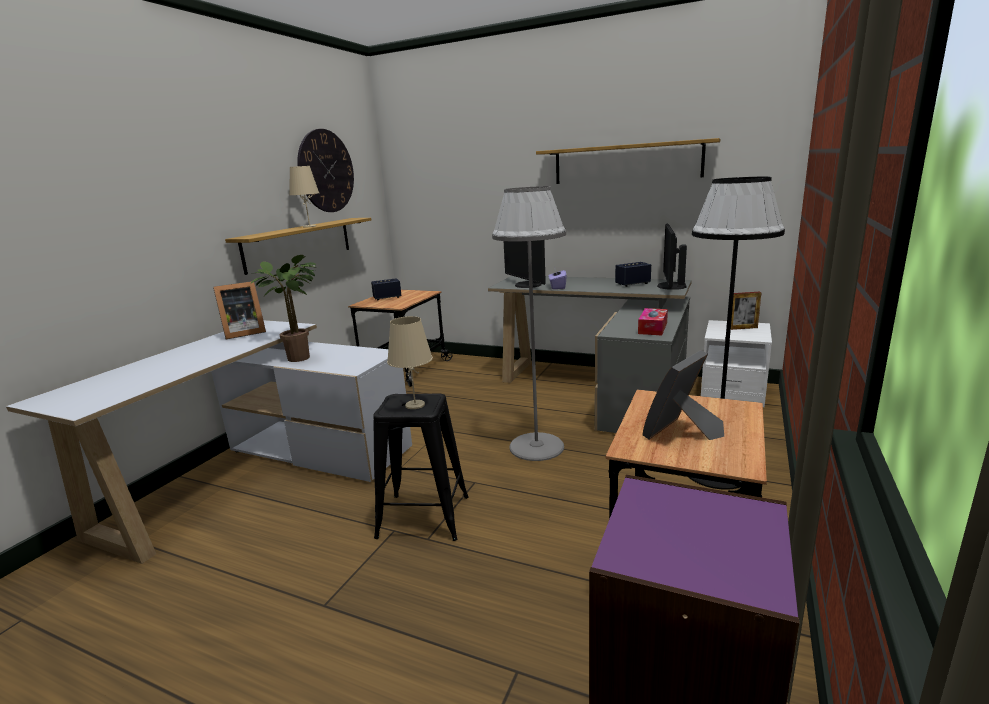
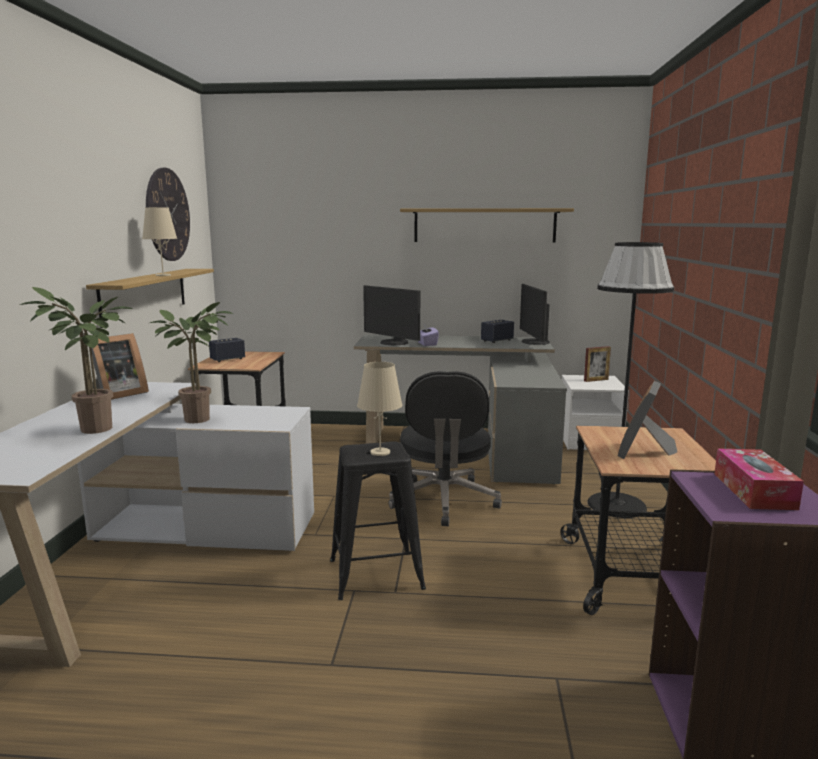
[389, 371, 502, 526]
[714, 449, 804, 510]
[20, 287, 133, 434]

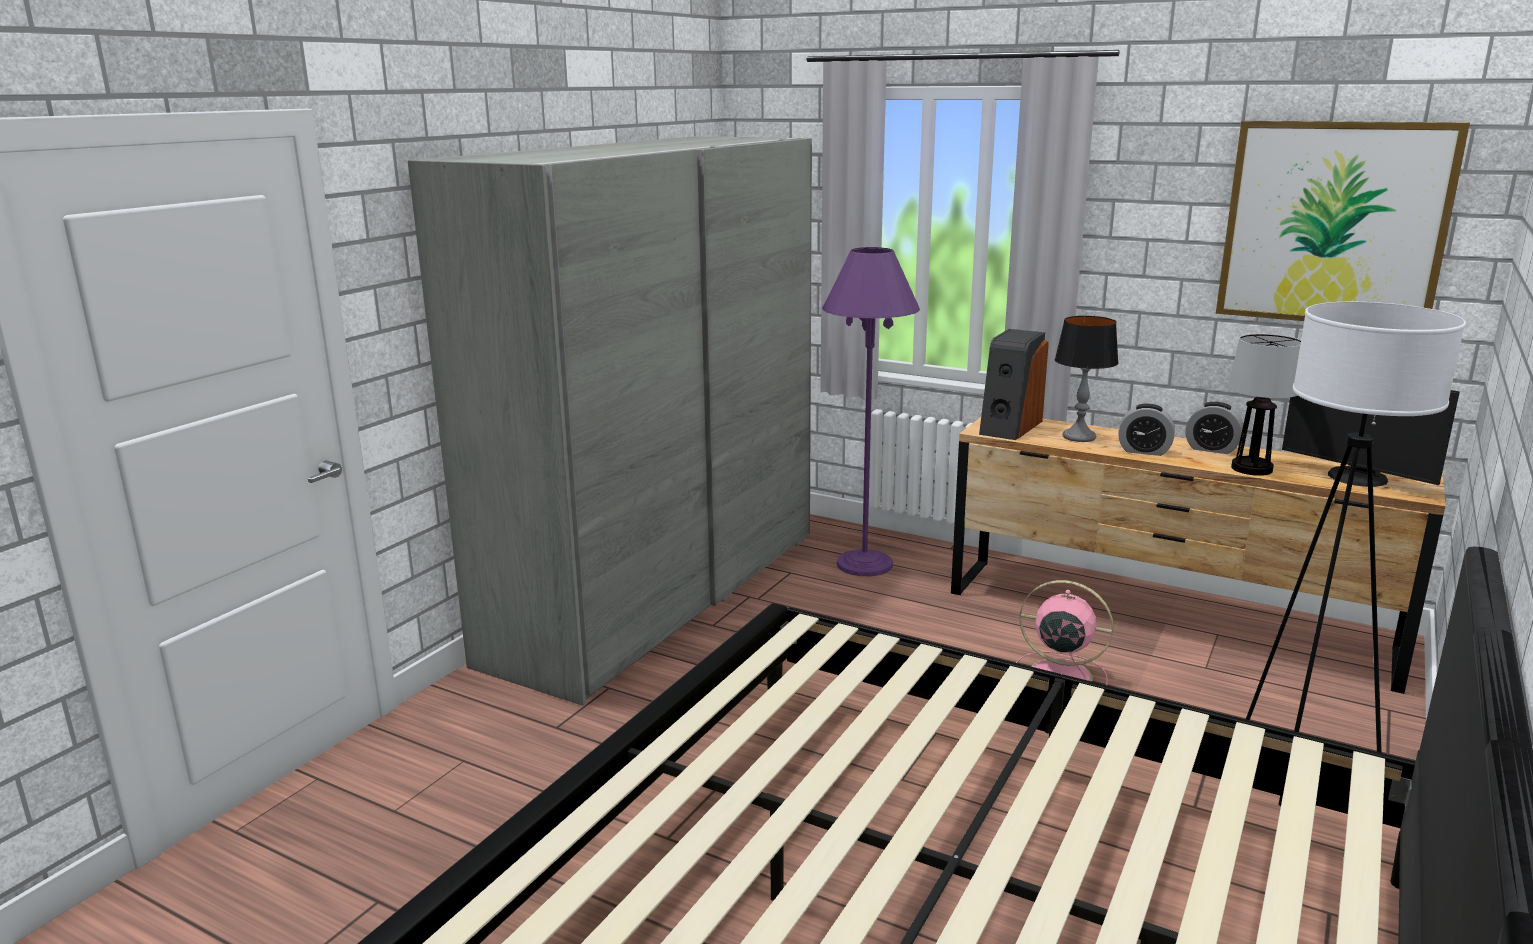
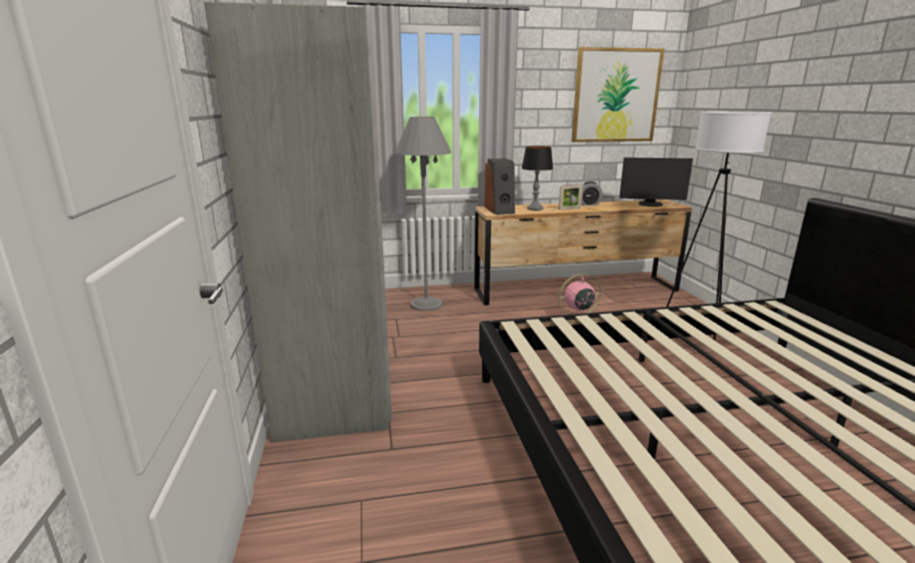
[394, 117, 451, 311]
[559, 184, 583, 210]
[1228, 334, 1301, 476] (first image)

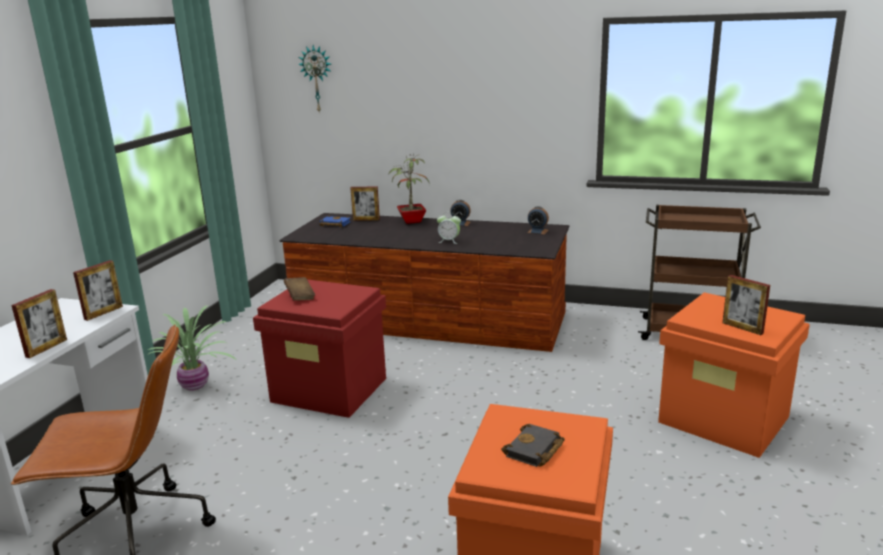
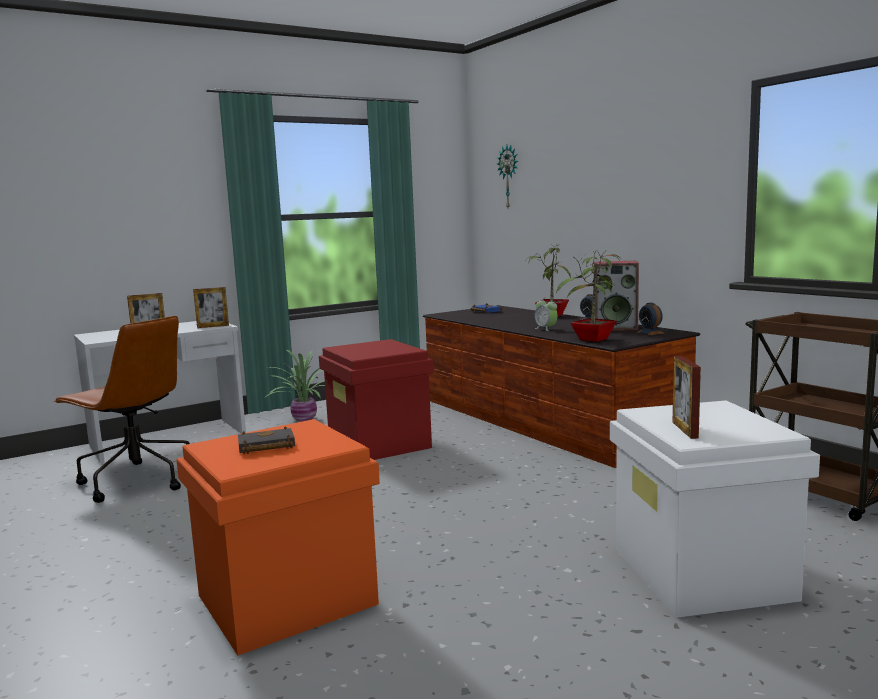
[284, 277, 315, 301] (first image)
[350, 187, 380, 221] (first image)
[610, 400, 820, 618]
[556, 250, 622, 342]
[594, 261, 639, 331]

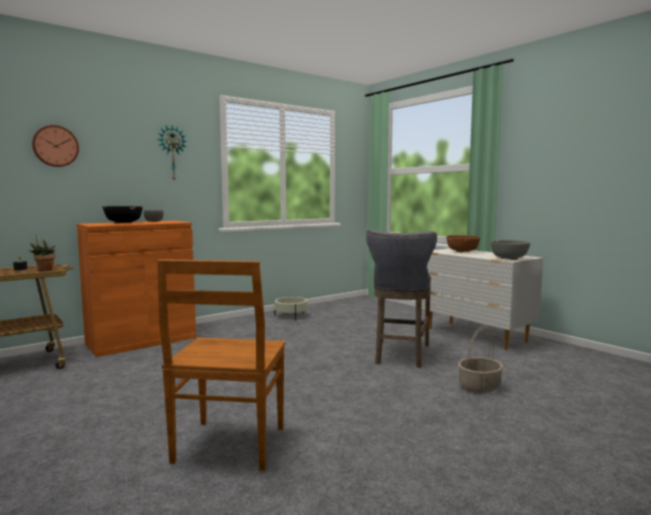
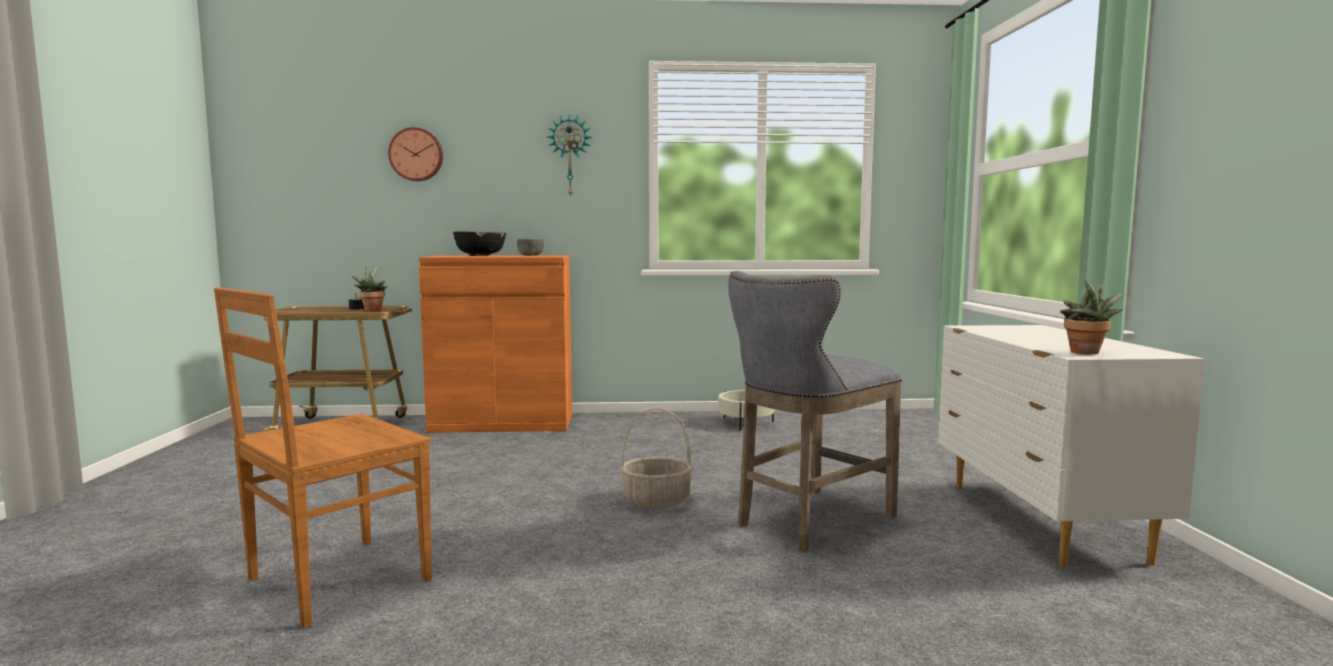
[446, 235, 481, 253] (first image)
[620, 409, 693, 509]
[1060, 278, 1123, 354]

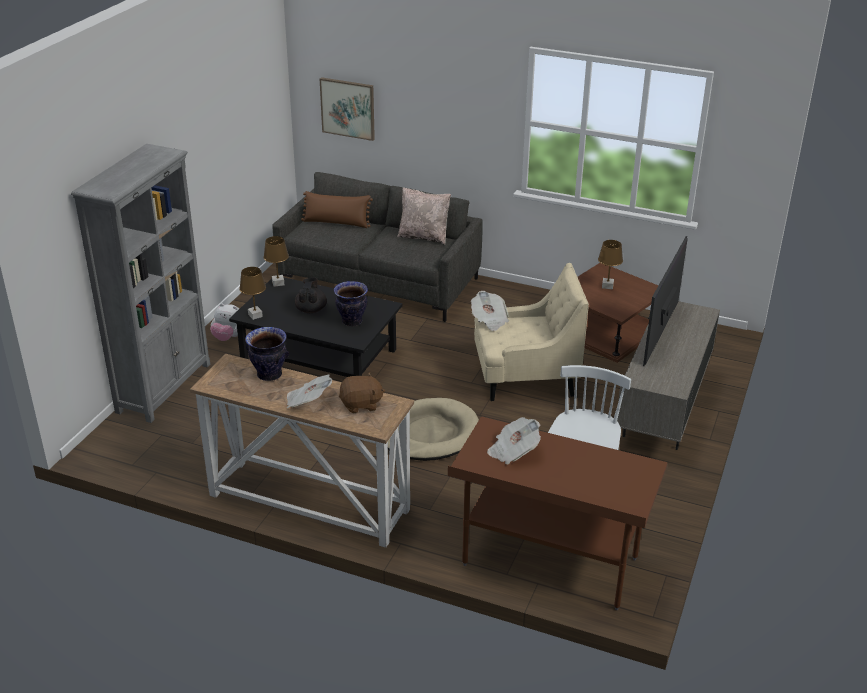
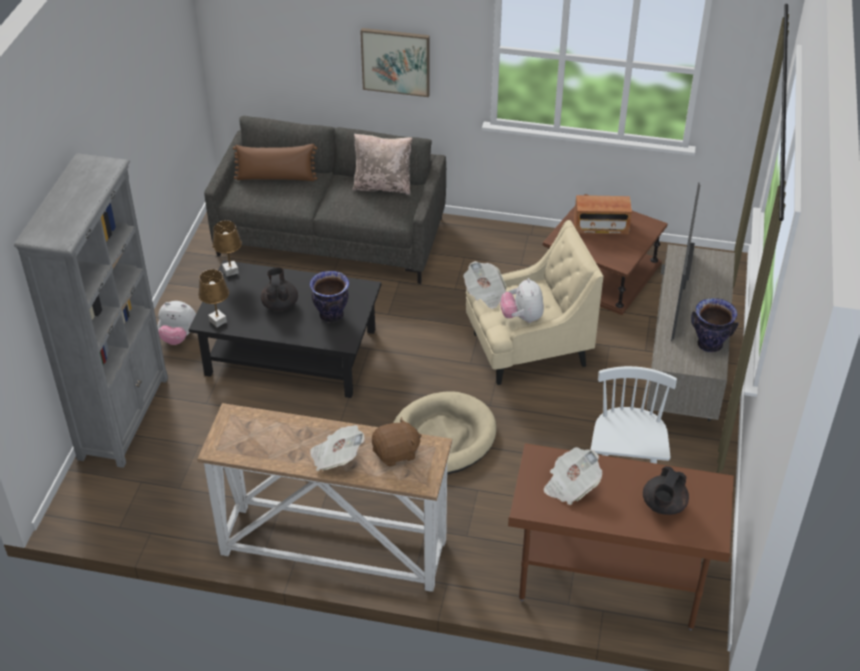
[691, 298, 739, 352]
[360, 28, 430, 97]
[574, 195, 632, 234]
[500, 278, 544, 323]
[643, 466, 689, 515]

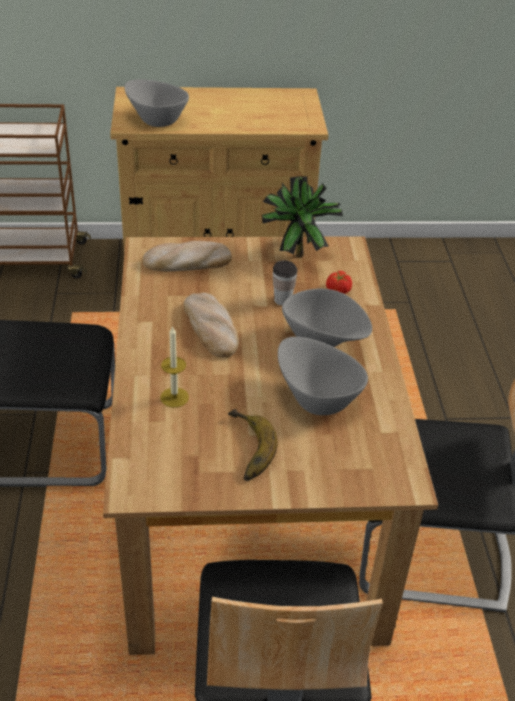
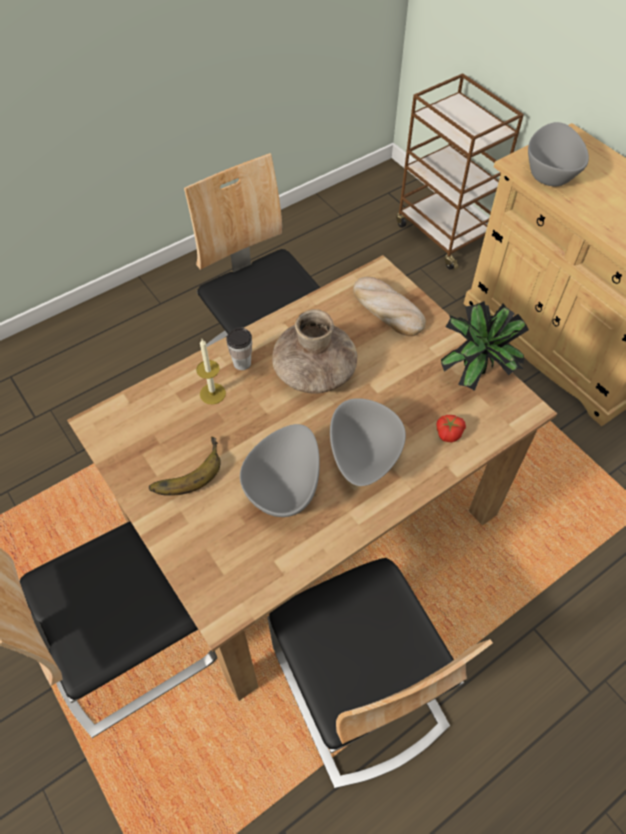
[272, 309, 357, 394]
[226, 327, 252, 370]

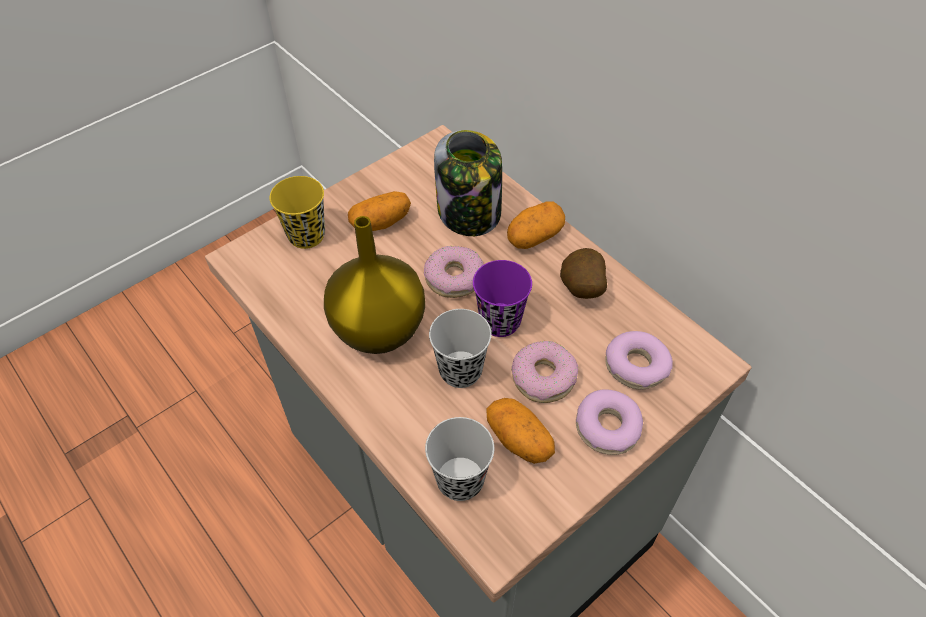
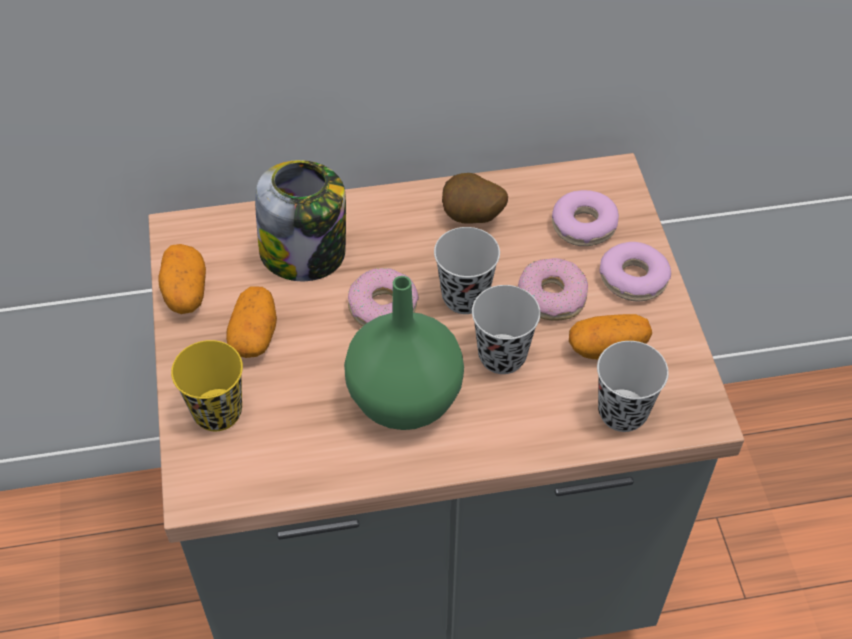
[344, 276, 464, 430]
[434, 227, 500, 314]
[158, 244, 206, 314]

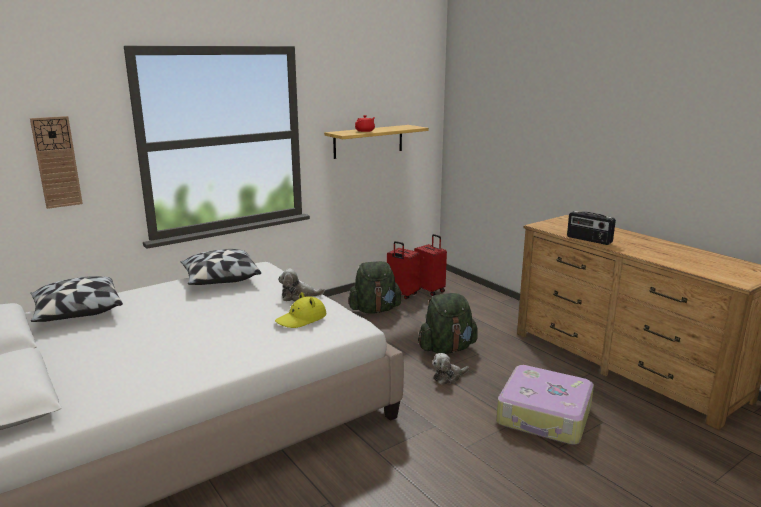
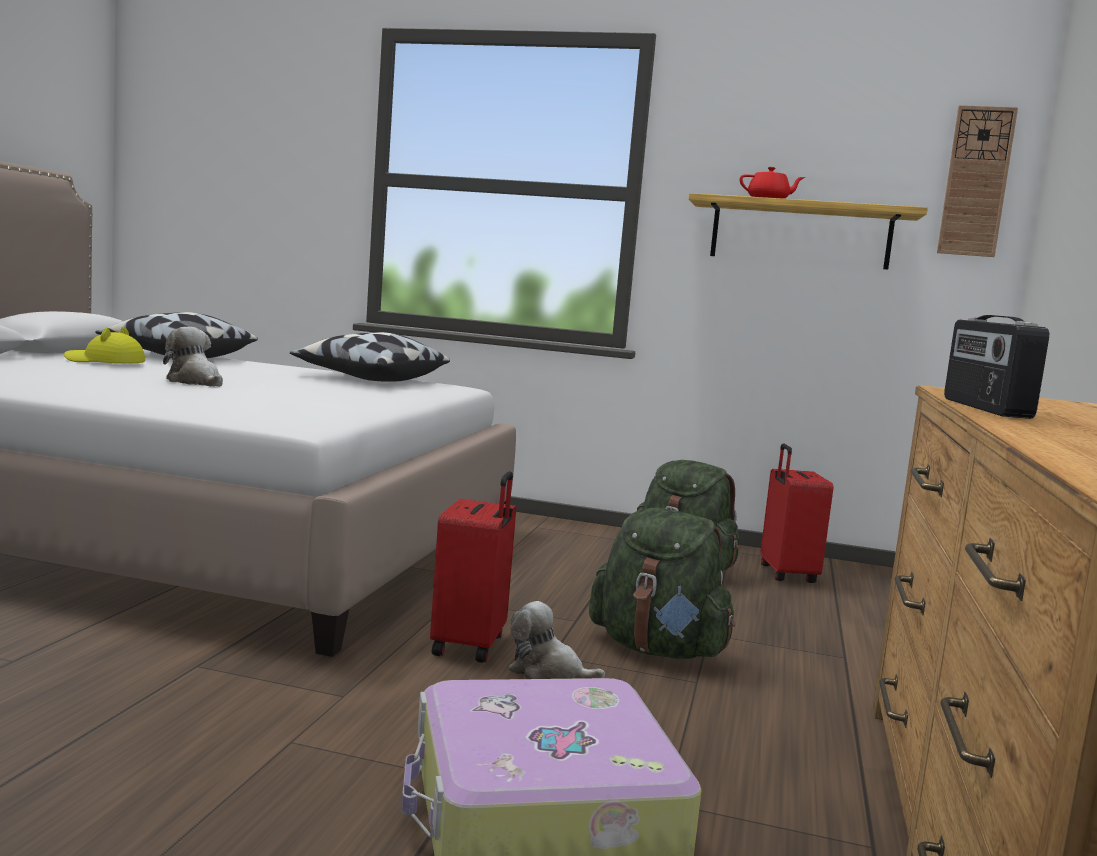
[937, 105, 1018, 257]
[64, 327, 145, 364]
[163, 327, 223, 387]
[430, 471, 516, 663]

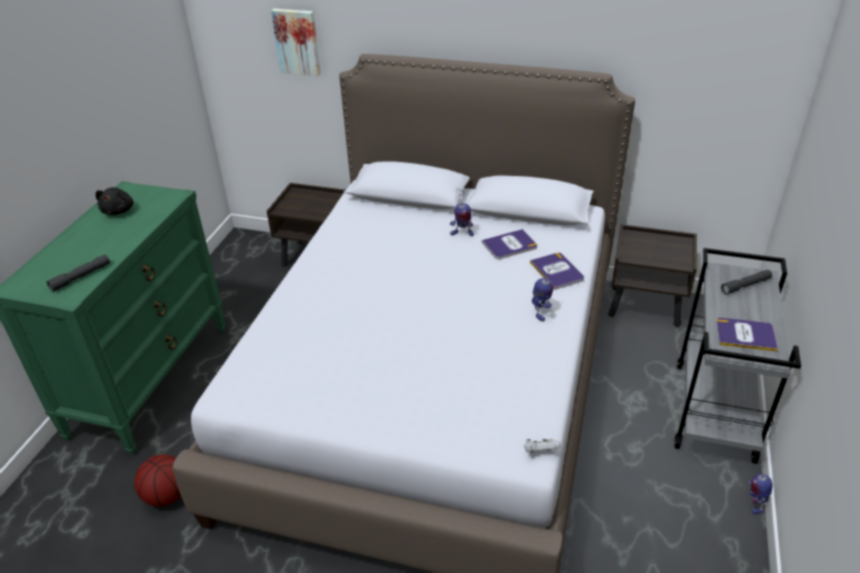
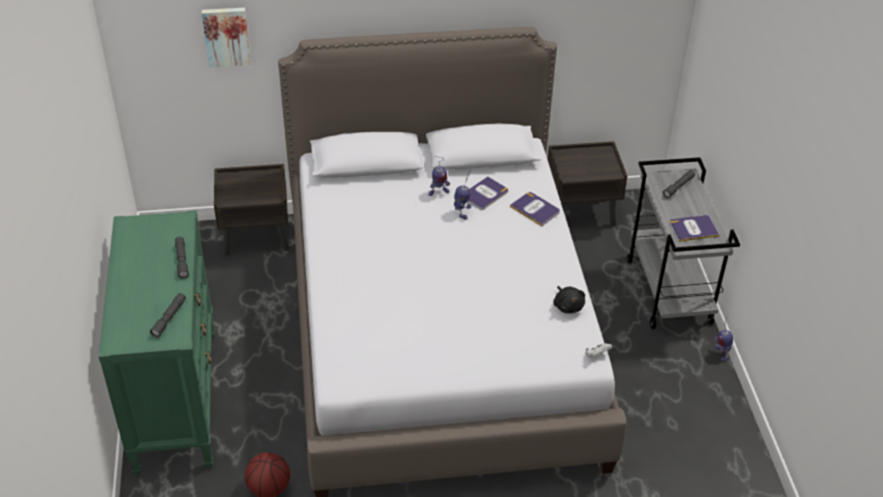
[553, 286, 585, 313]
[454, 173, 472, 220]
[175, 237, 189, 279]

